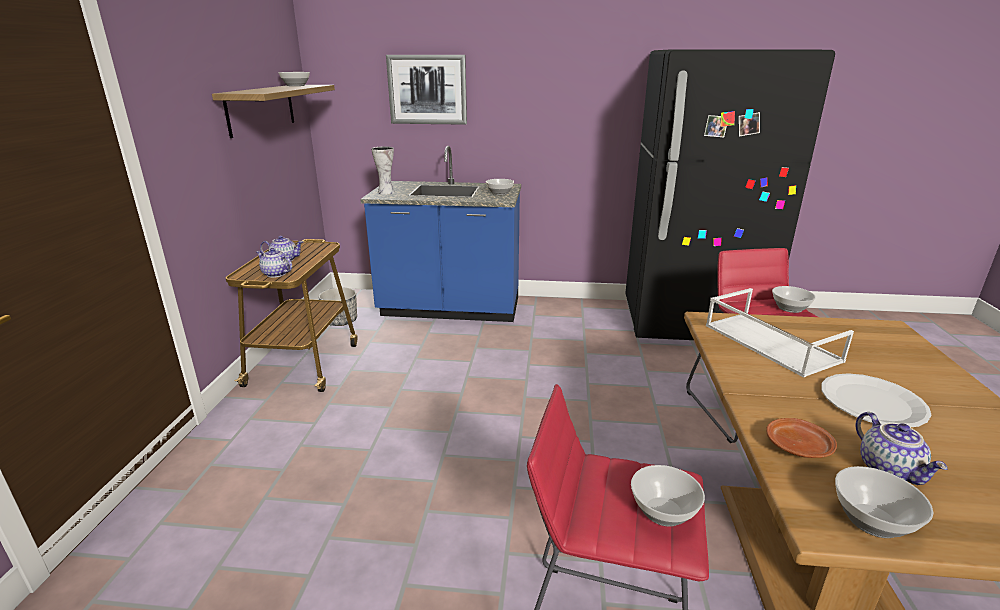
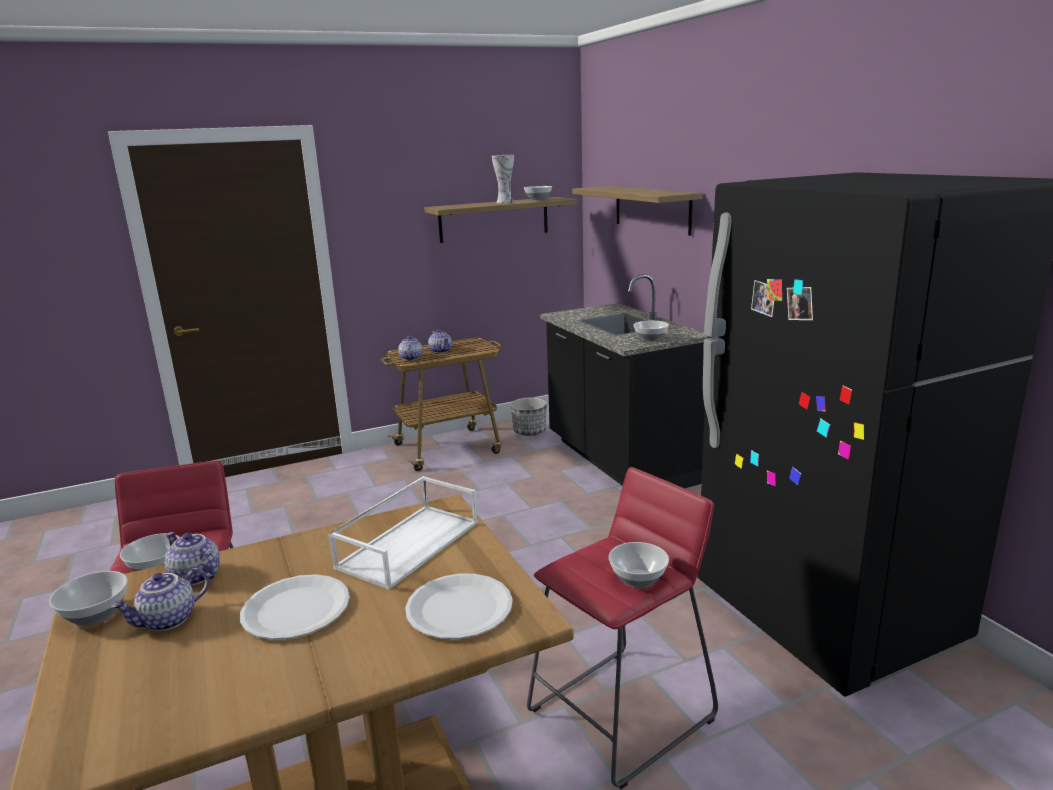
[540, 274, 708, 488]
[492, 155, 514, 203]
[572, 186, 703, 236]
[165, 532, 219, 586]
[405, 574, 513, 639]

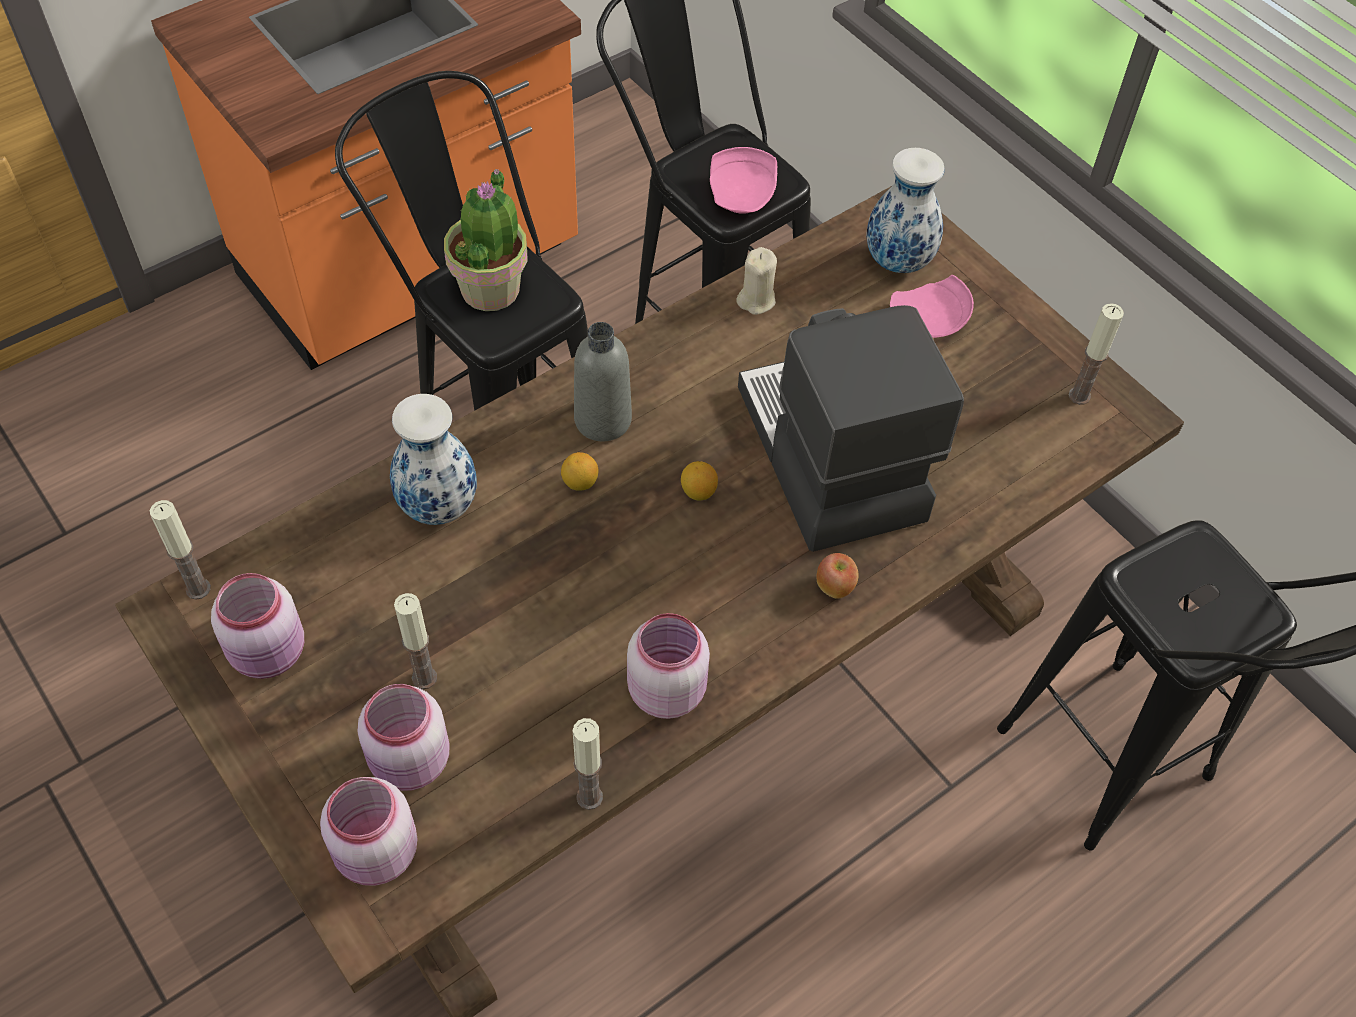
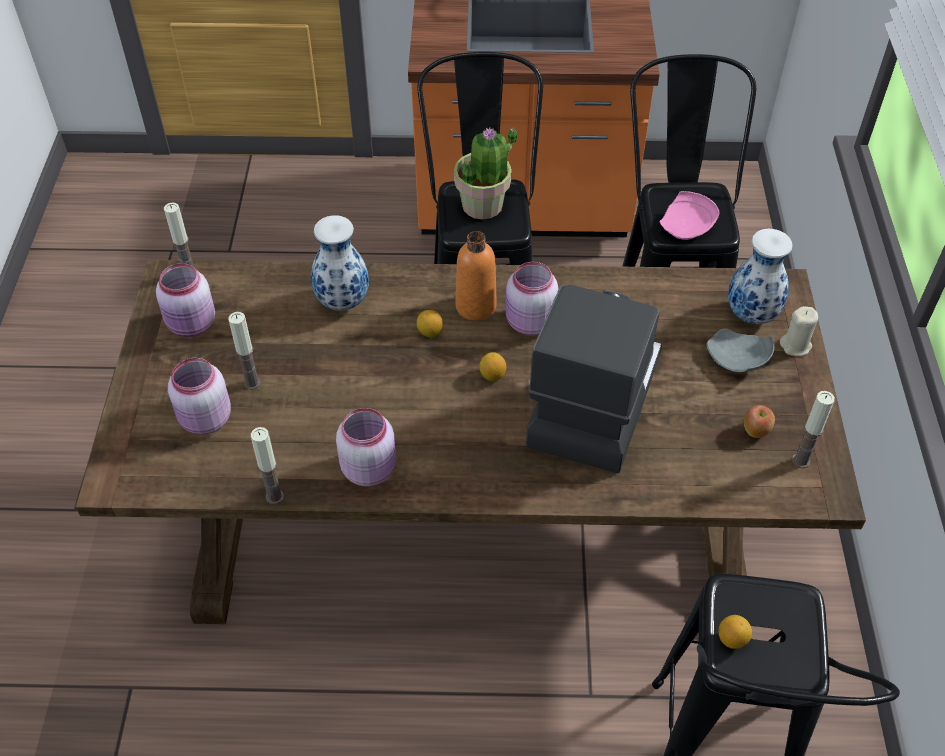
[505, 262, 559, 336]
[455, 231, 497, 321]
[780, 306, 818, 356]
[743, 405, 775, 438]
[707, 329, 774, 372]
[719, 615, 752, 649]

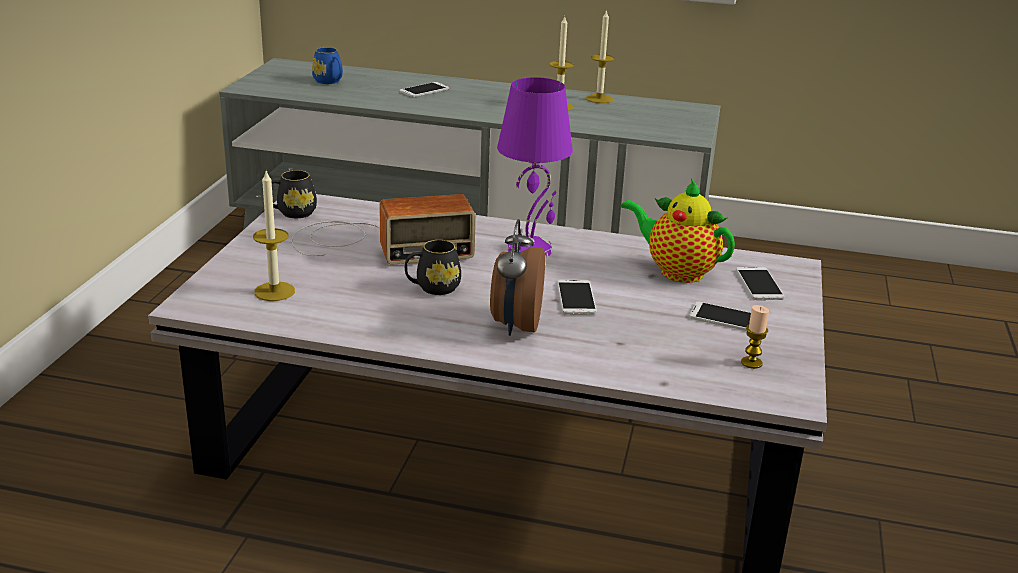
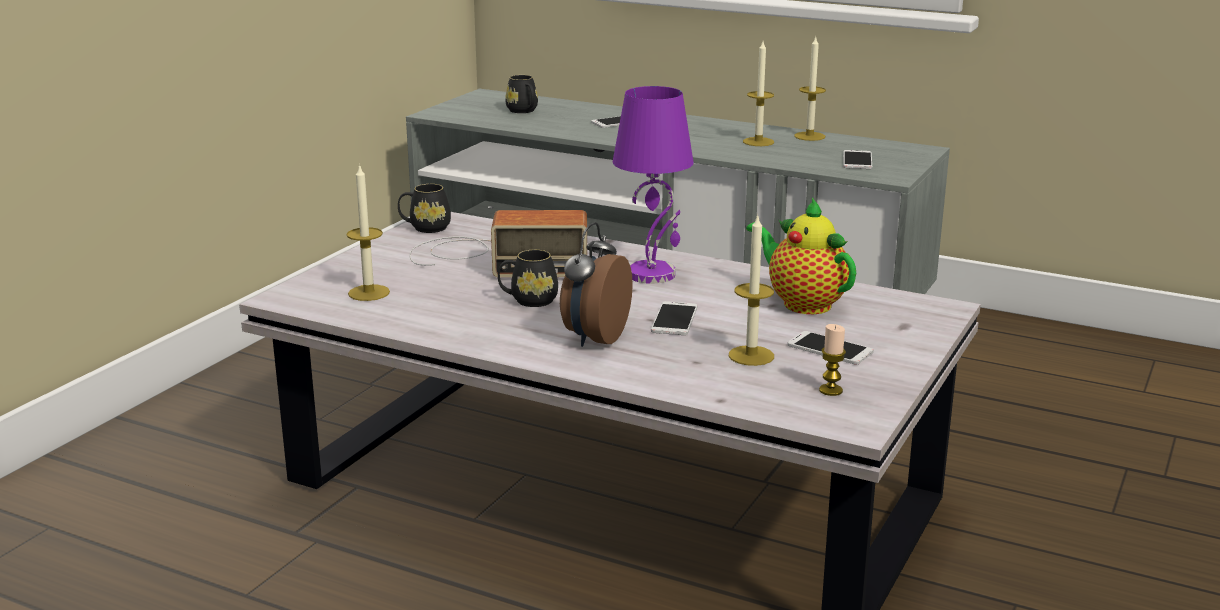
[505, 75, 538, 113]
[843, 150, 872, 169]
[729, 214, 774, 366]

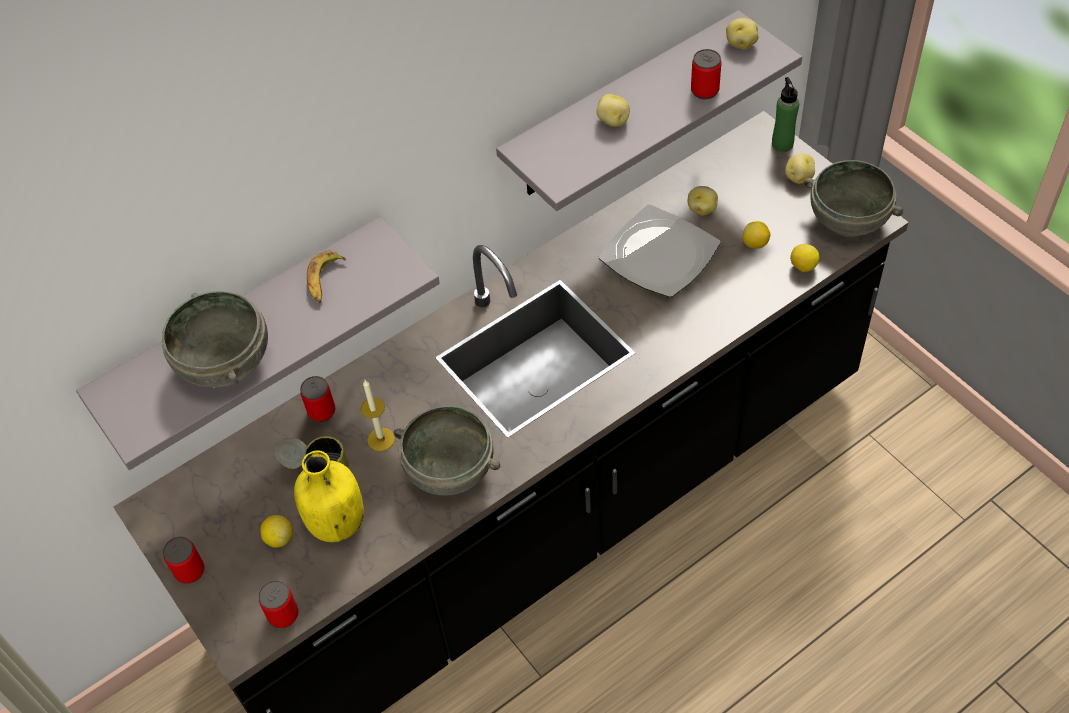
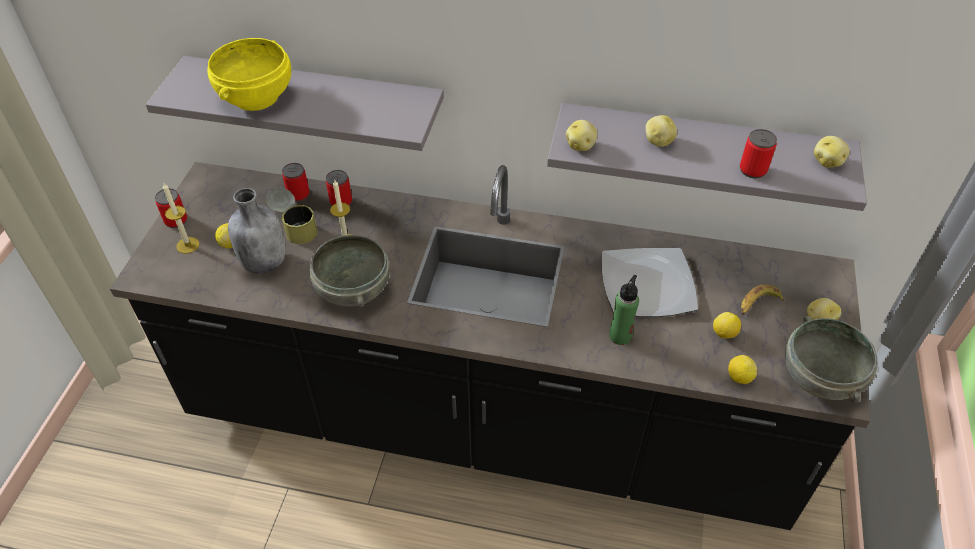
[207, 38, 291, 111]
[282, 163, 309, 202]
[228, 188, 286, 274]
[741, 284, 784, 315]
[566, 120, 597, 151]
[609, 275, 639, 345]
[163, 183, 200, 254]

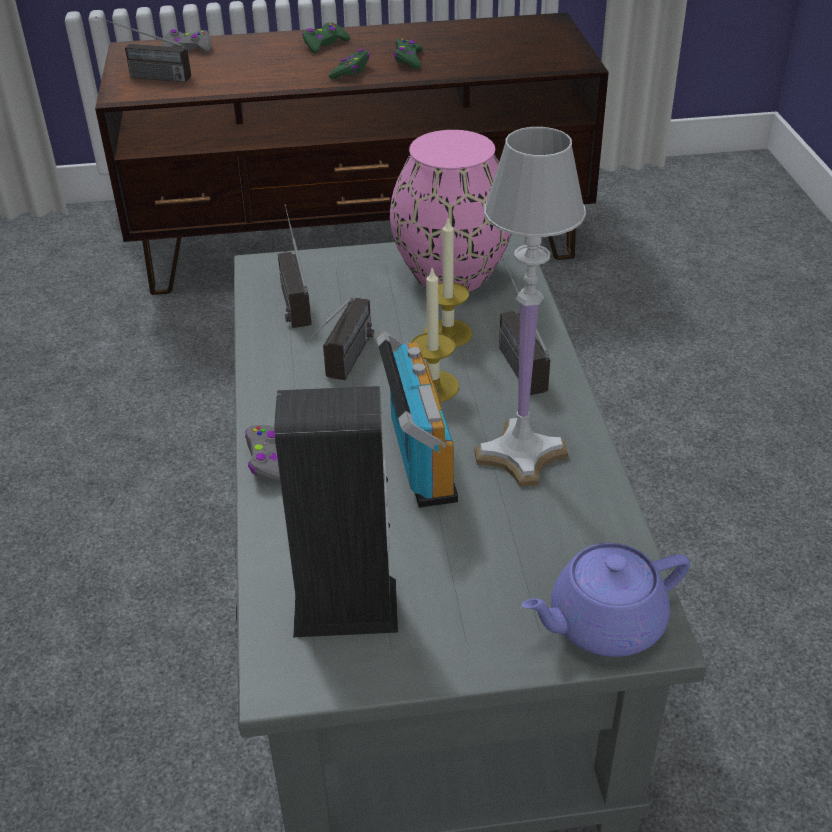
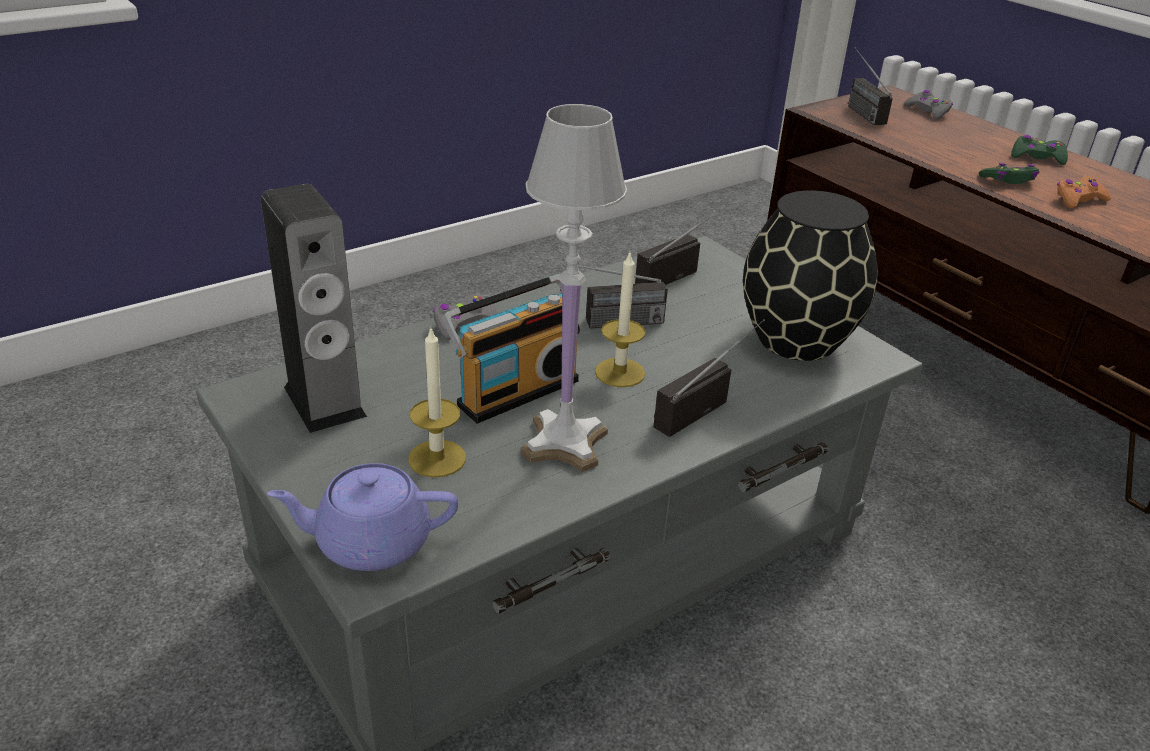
[743, 190, 878, 361]
[1057, 176, 1111, 208]
[408, 328, 466, 477]
[267, 463, 458, 571]

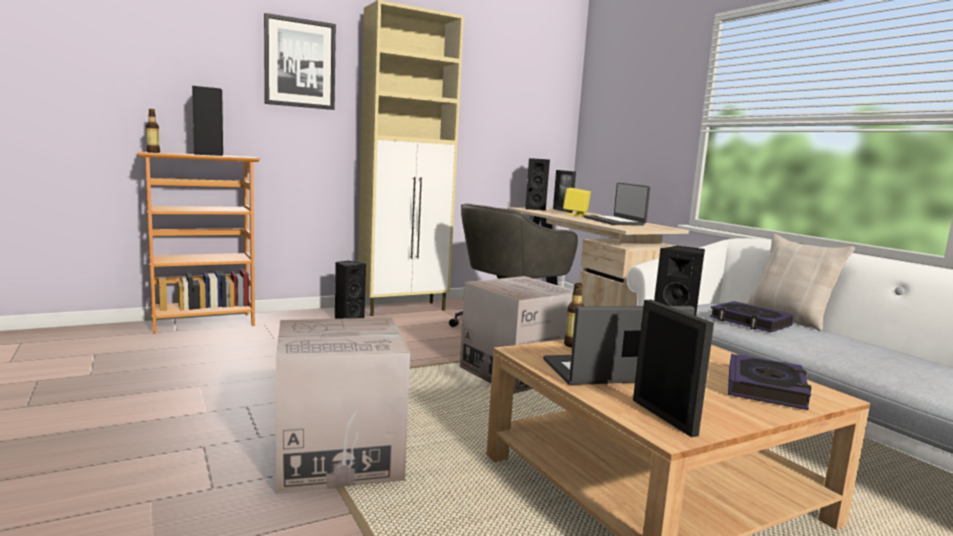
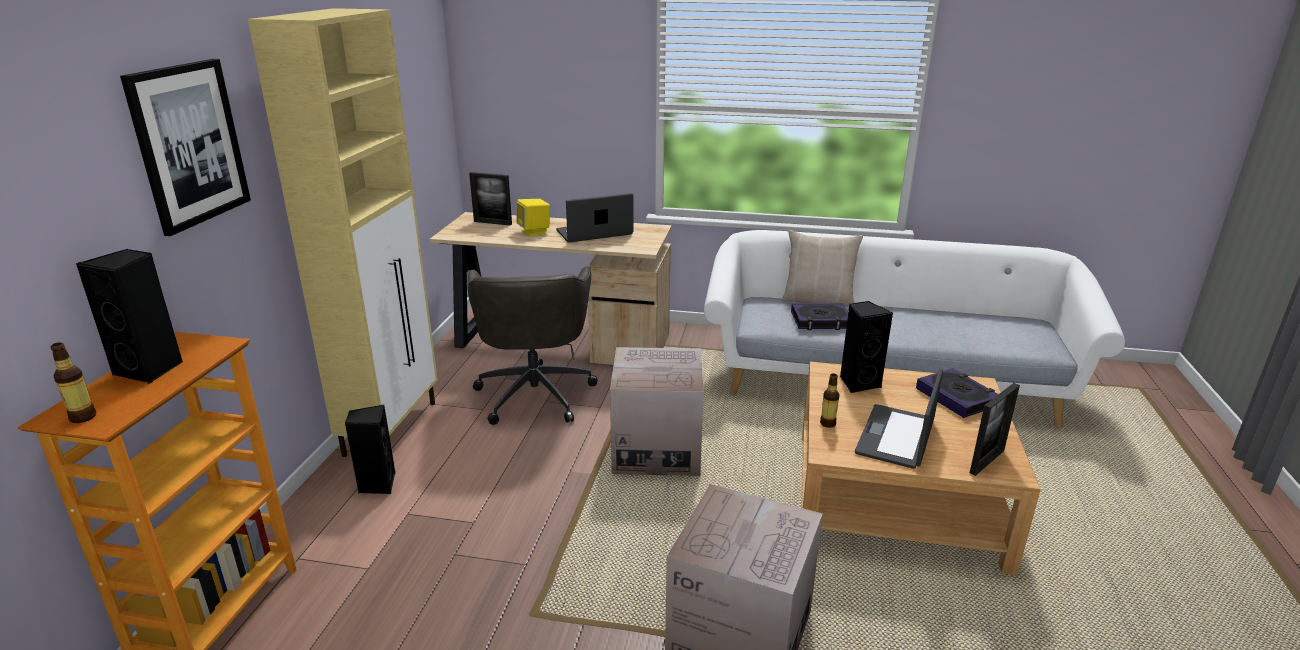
[525, 158, 550, 211] (first image)
[556, 193, 634, 243]
[970, 383, 1020, 476]

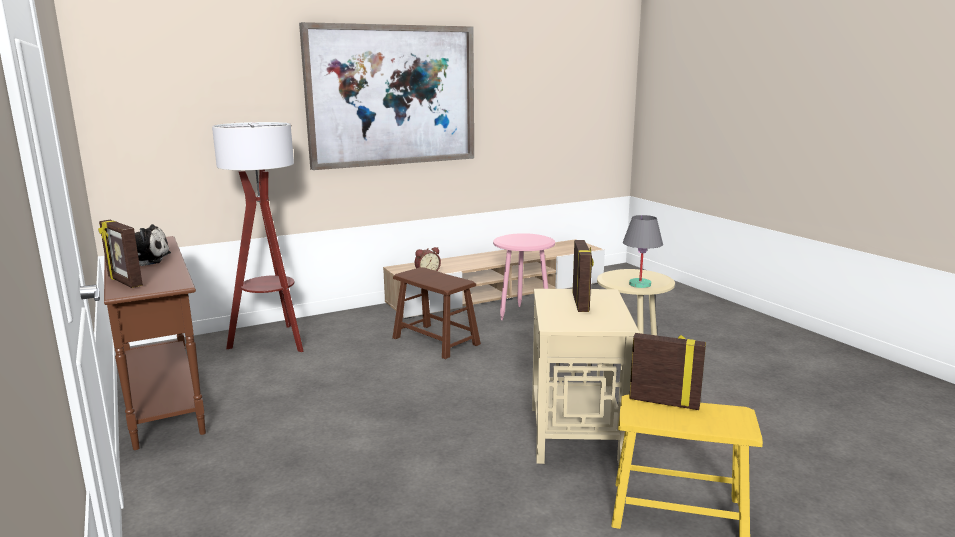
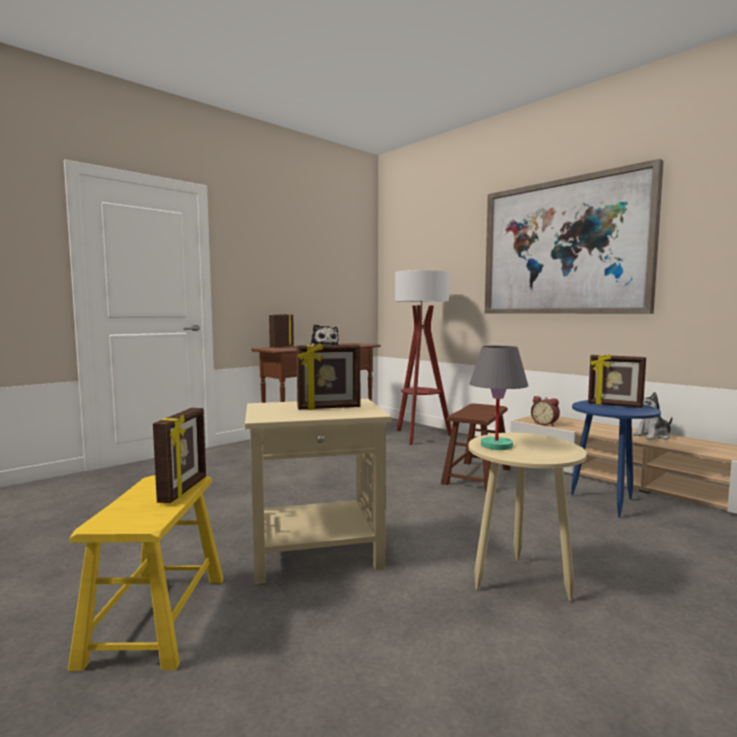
[571, 400, 661, 518]
[588, 354, 646, 408]
[633, 392, 672, 440]

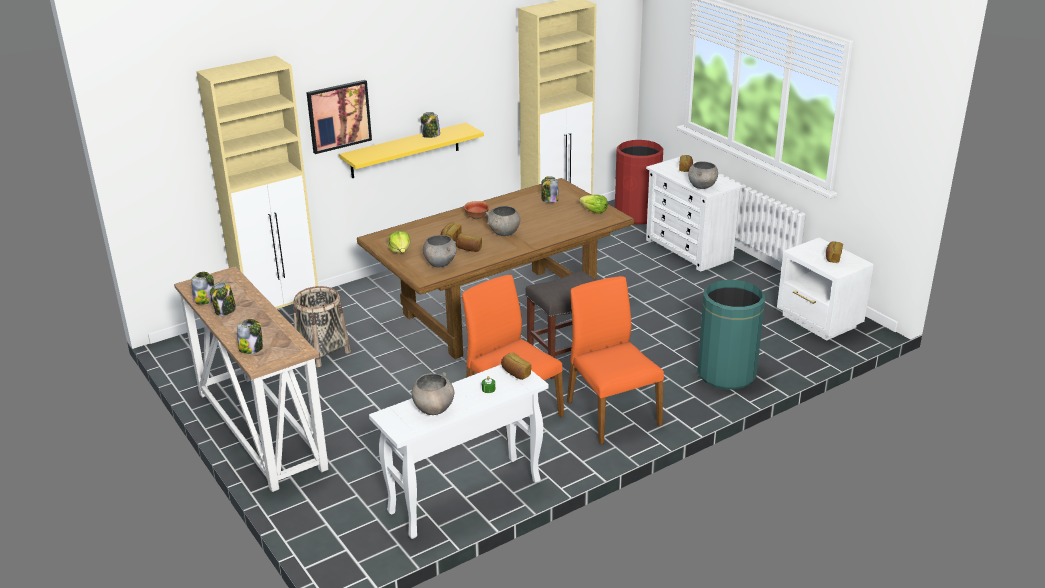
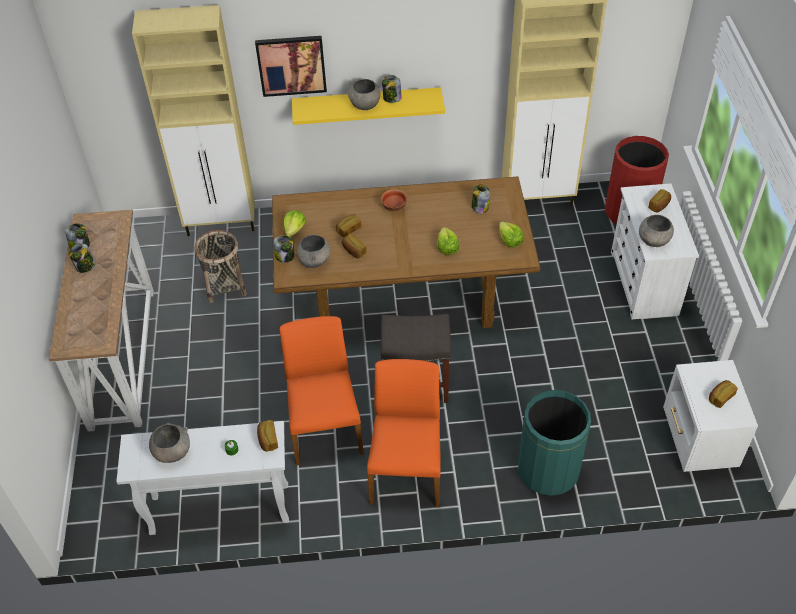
[274, 235, 295, 263]
[348, 79, 380, 110]
[437, 227, 460, 255]

